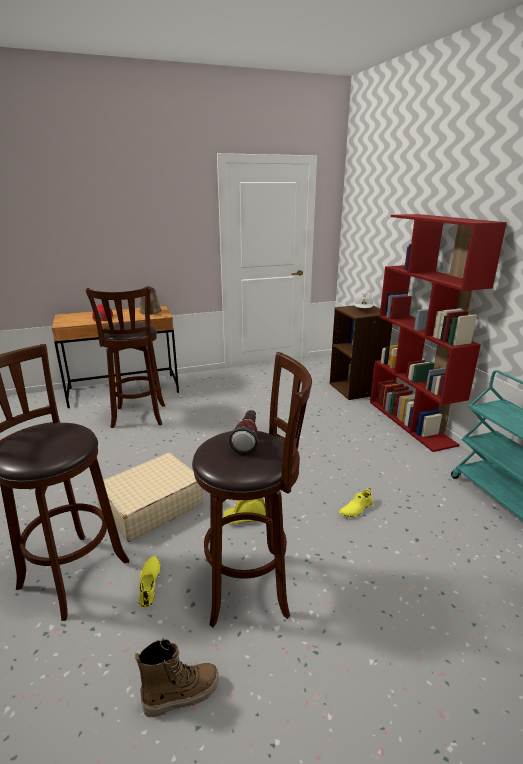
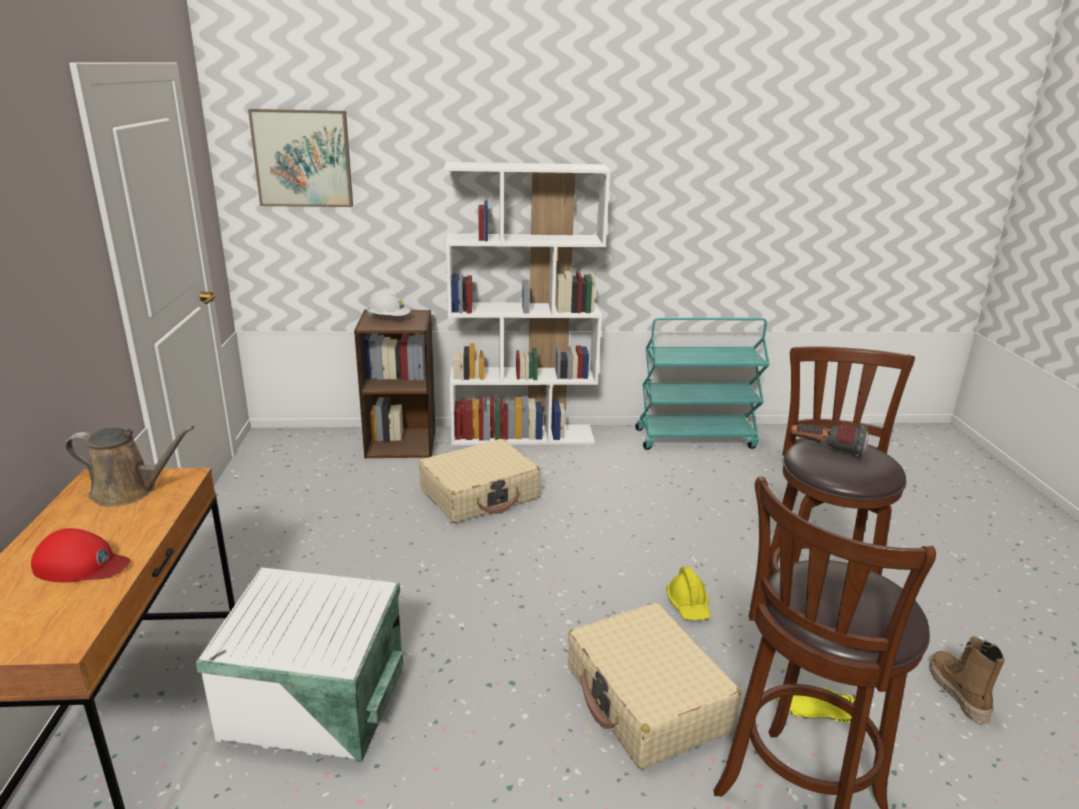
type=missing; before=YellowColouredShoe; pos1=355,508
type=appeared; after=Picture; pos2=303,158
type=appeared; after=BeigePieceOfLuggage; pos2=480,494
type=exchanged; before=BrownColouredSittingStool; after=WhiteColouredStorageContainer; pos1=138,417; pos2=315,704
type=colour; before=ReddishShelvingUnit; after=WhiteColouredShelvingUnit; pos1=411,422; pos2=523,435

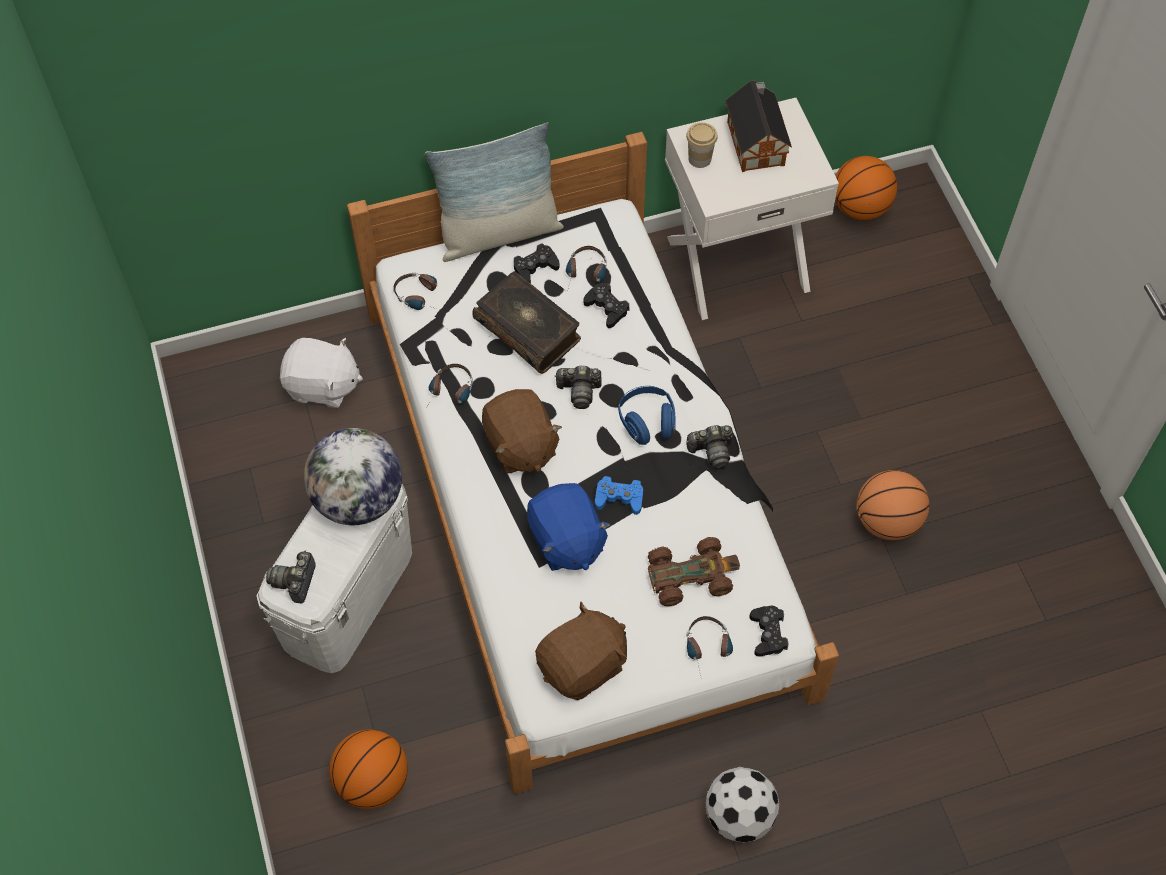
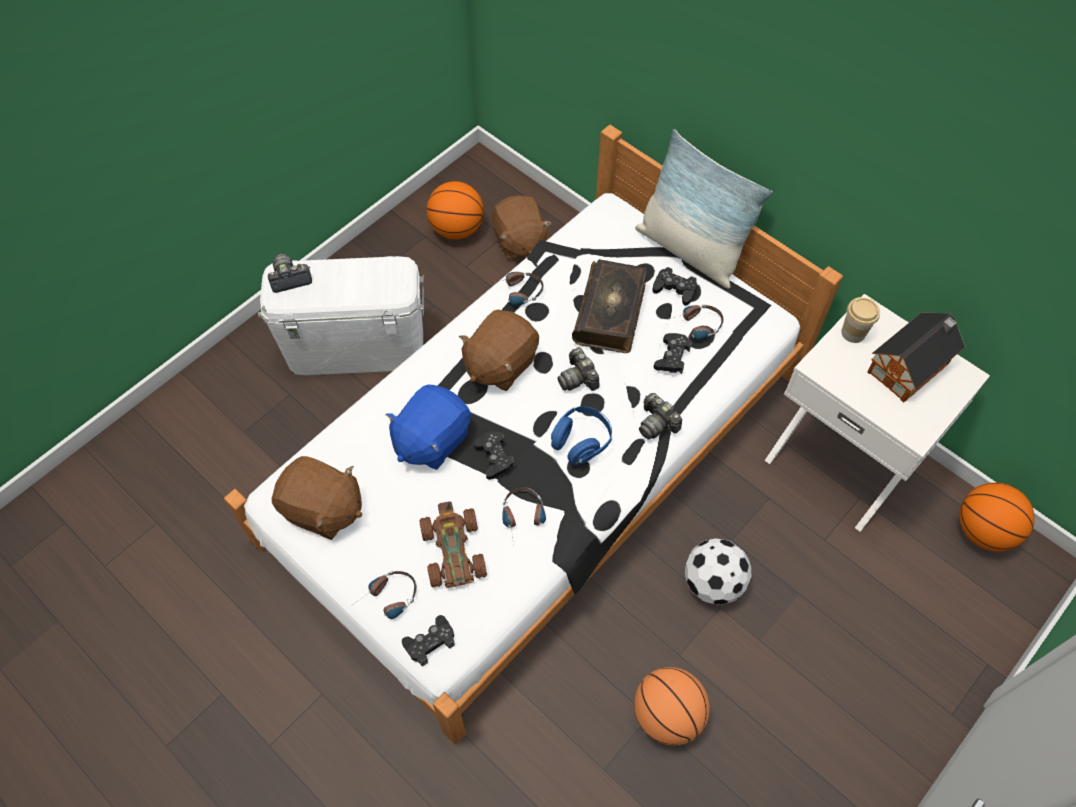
type=missing; before=Globe; pos1=359,500
type=relocated; before=BasketballBall; pos1=372,781; pos2=457,229
type=relocated; before=Headset; pos1=422,296; pos2=524,519
type=relocated; before=StillCamera; pos1=711,451; pos2=657,423
type=relocated; before=BallForFootball; pos1=738,816; pos2=712,582
type=colour; before=WhiteColouredCuddlyToy; after=BrownColouredCuddlyToy; pos1=322,386; pos2=519,241
type=colour; before=BlueColouredGameController; after=BlackGameController; pos1=619,498; pos2=494,457
type=spun; before=BrownColouredToyCar; pos1=691,576; pos2=452,550; turn=-150

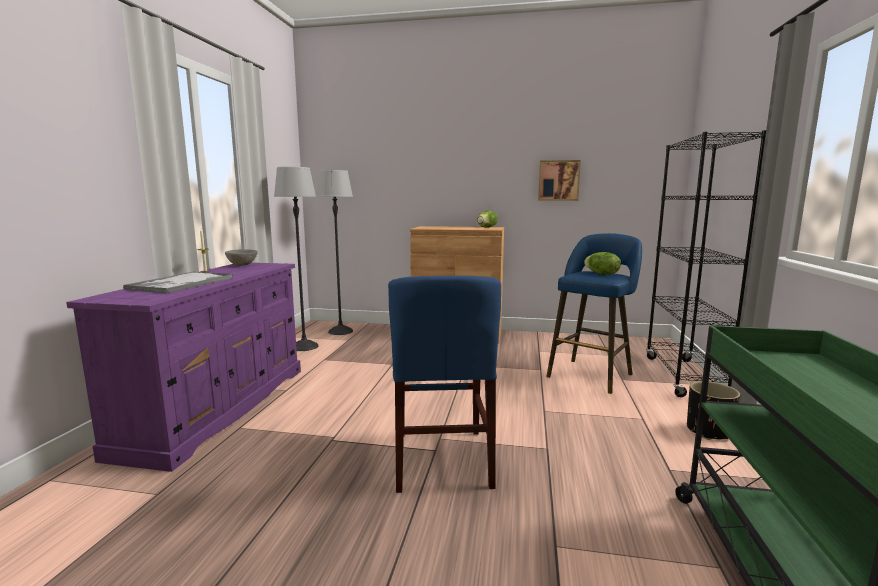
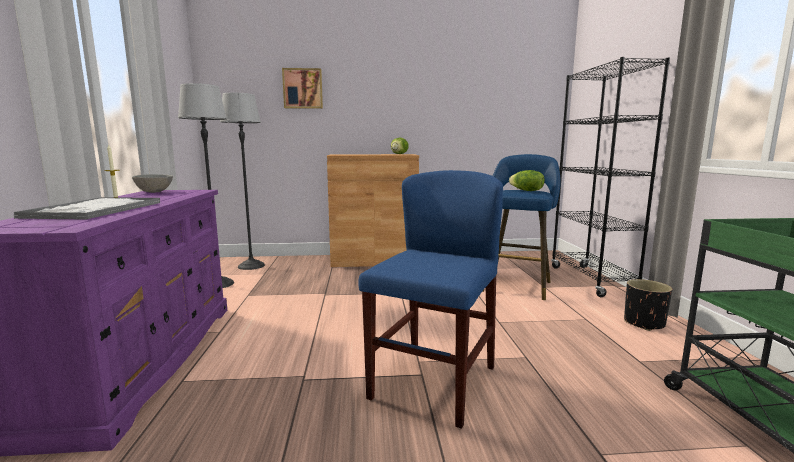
type=relocated; before=Picture; pos1=558,180; pos2=303,88
type=spun; before=BlueColouredChair; pos1=442,458; pos2=433,382; turn=-135

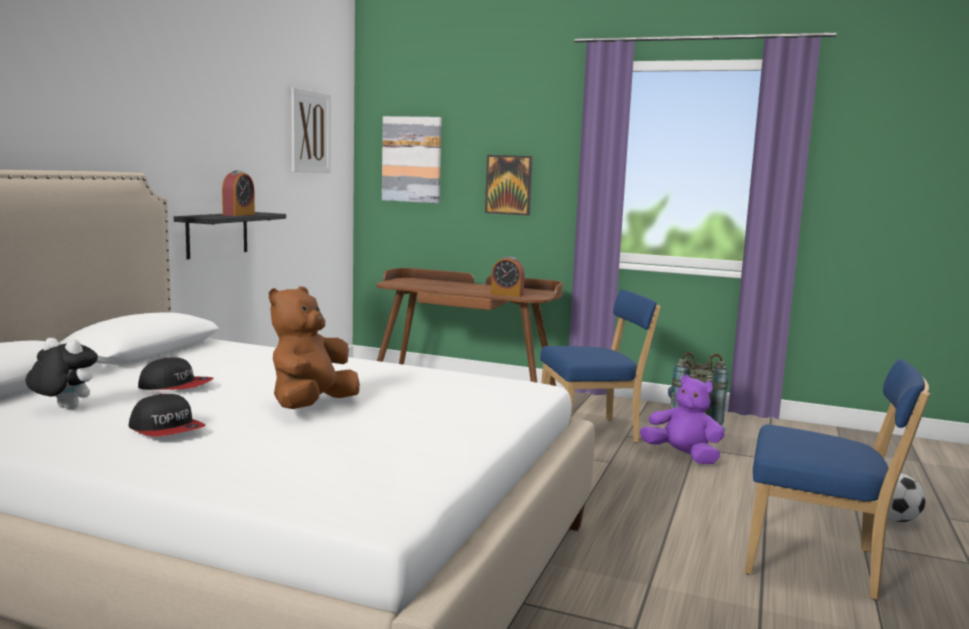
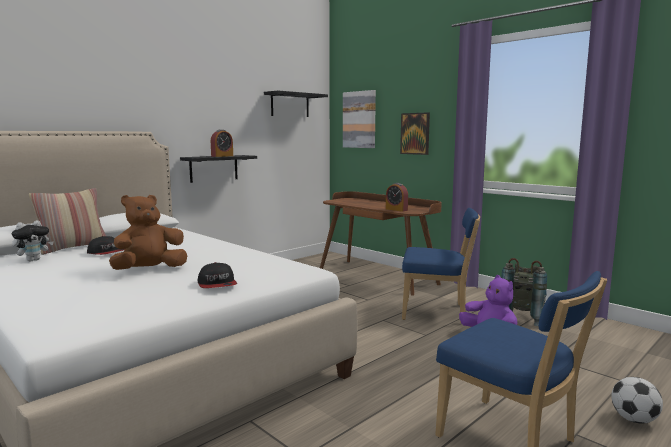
type=appeared; after=ThrowPillow; pos2=73,248
type=relocated; before=PeakedCap; pos1=167,429; pos2=217,284
type=exchanged; before=Picture; after=BlackShelf; pos1=310,132; pos2=290,105
type=spun; before=CuddlyToy; pos1=63,409; pos2=34,260; turn=90

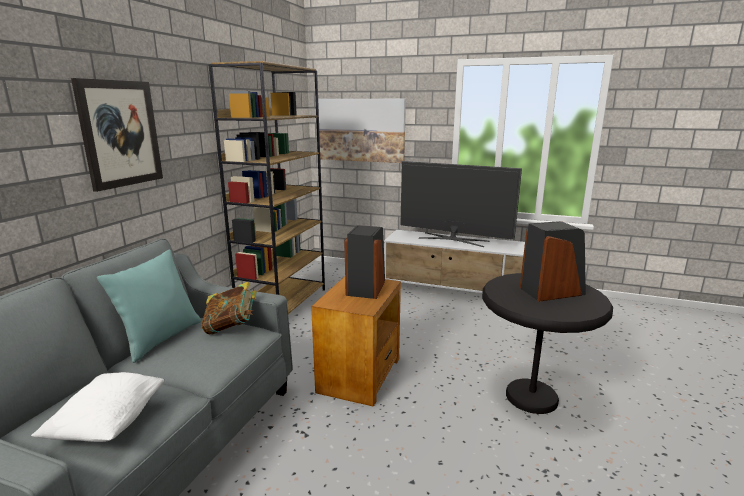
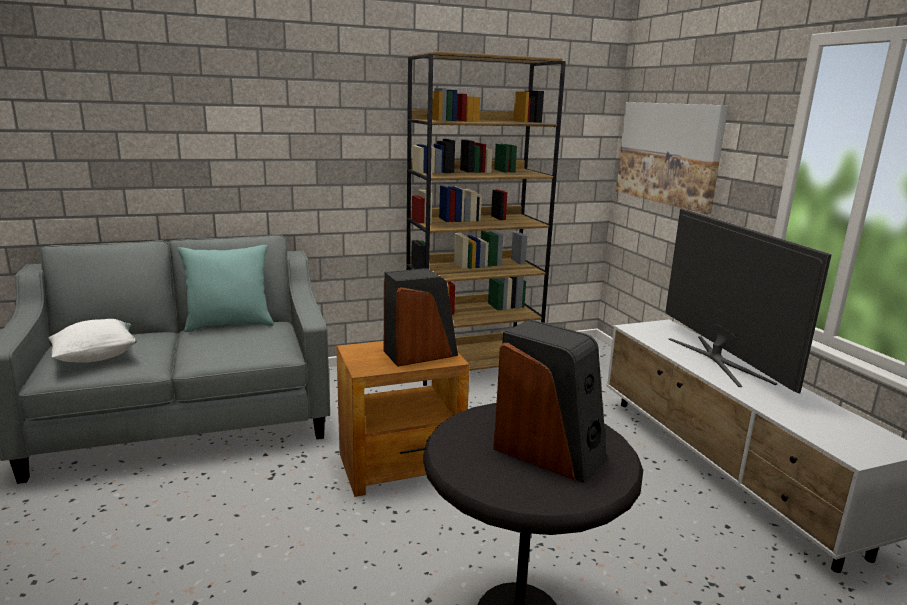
type=missing; before=Picture; pos1=120,134
type=missing; before=Book; pos1=231,327

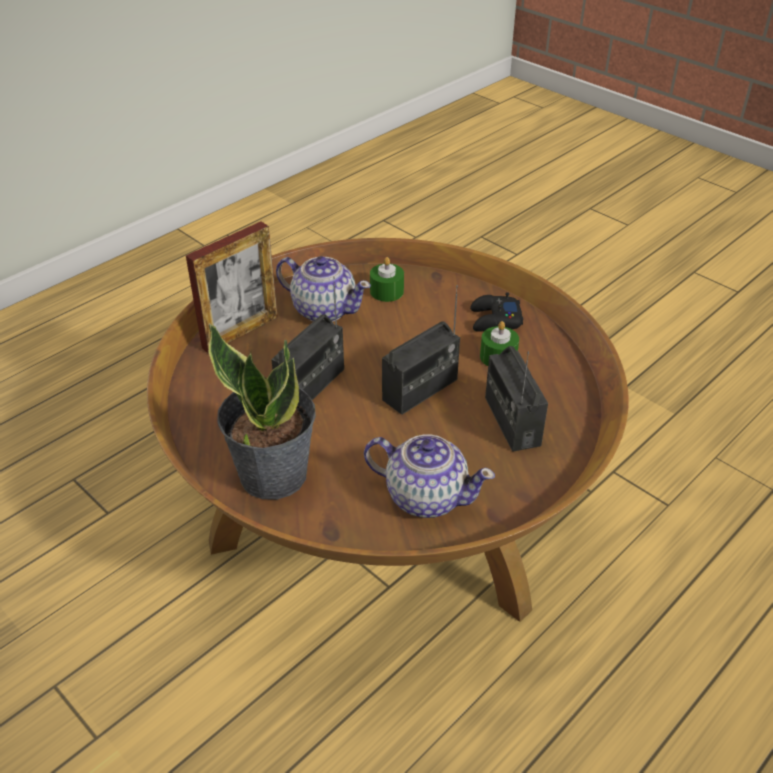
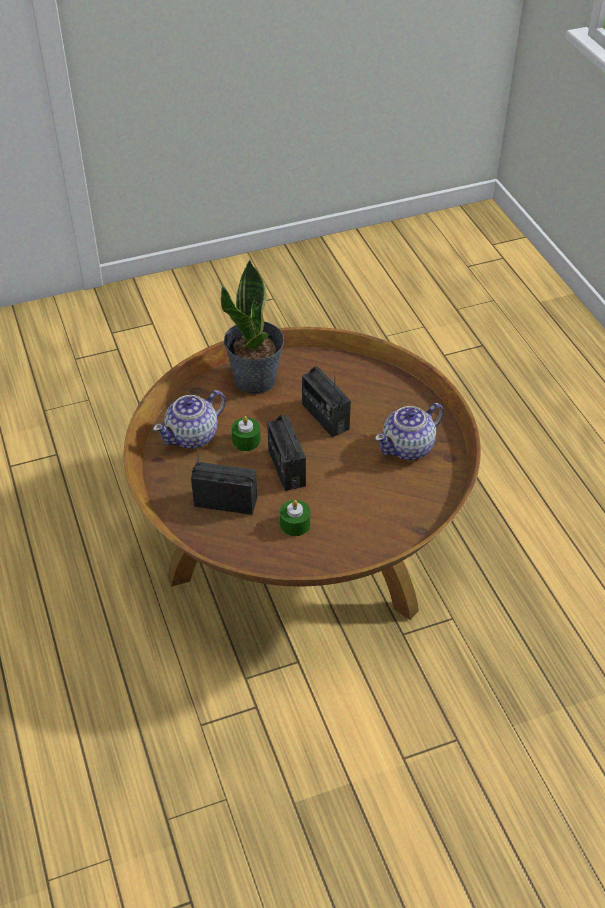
type=missing; before=PictureFrame; pos1=240,332
type=missing; before=BlackGameController; pos1=495,320
type=relocated; before=GreenishWaxCandle; pos1=387,291; pos2=246,440

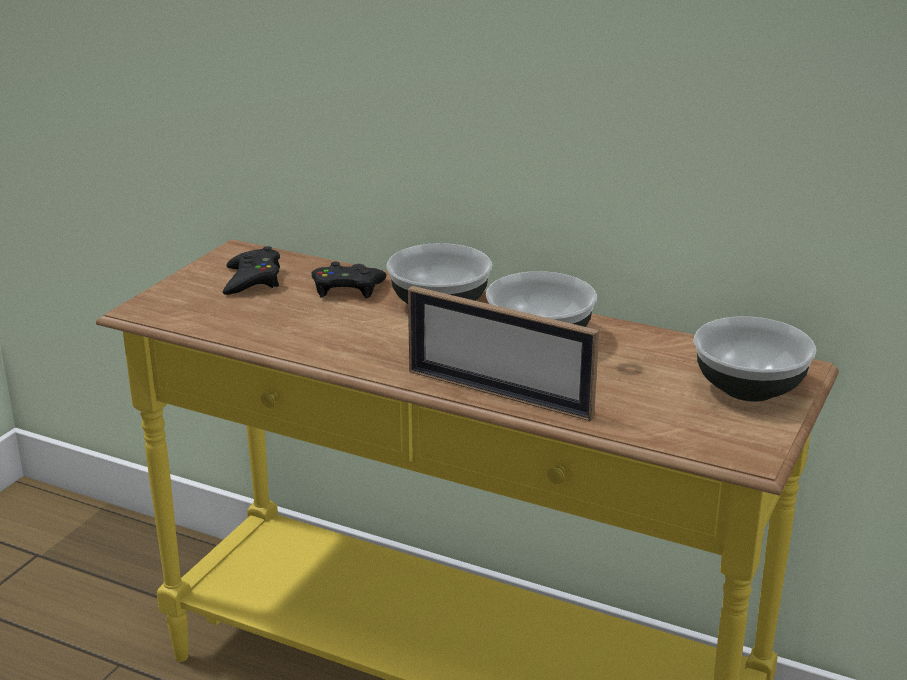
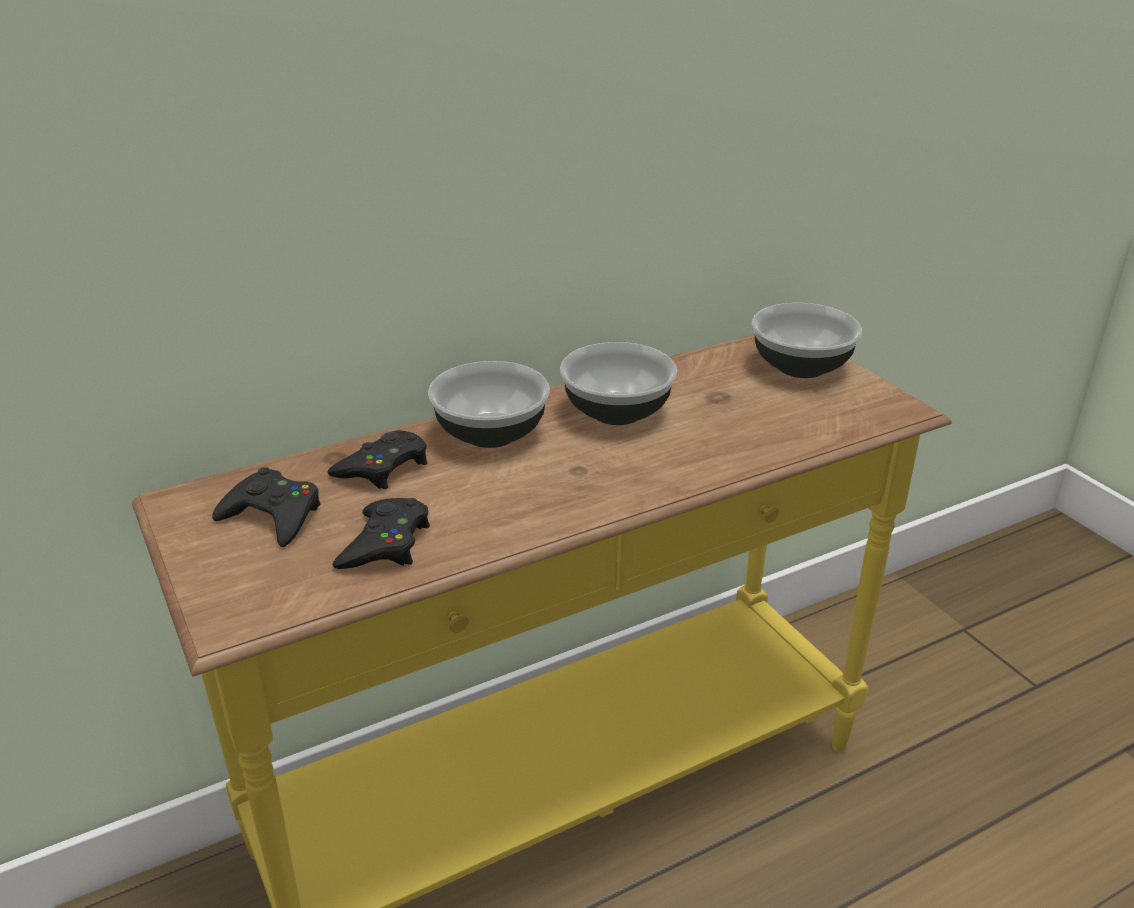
type=missing; before=PictureFrame; pos1=498,394
type=appeared; after=BlackGameController; pos2=385,543

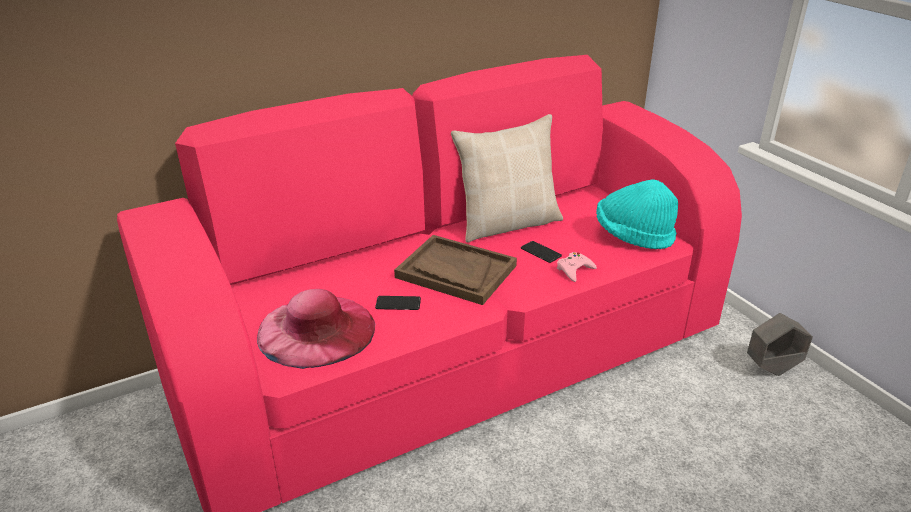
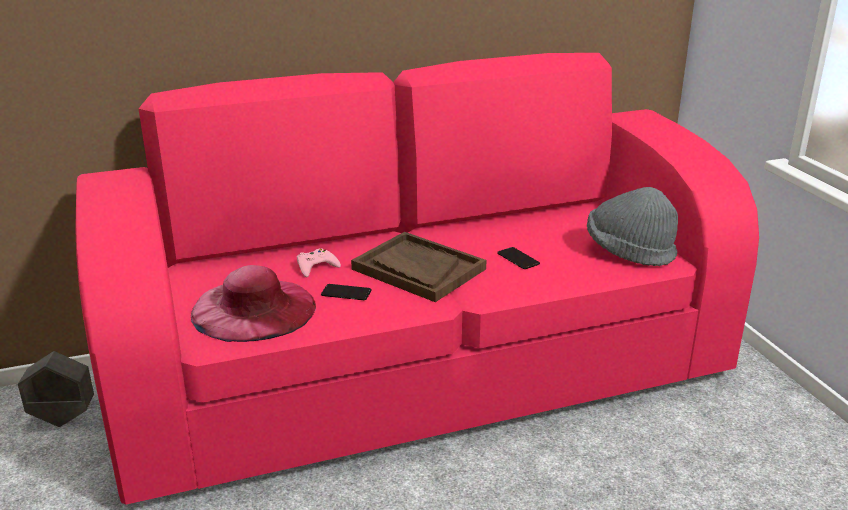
type=missing; before=BeigeThrowPillow; pos1=507,223
type=relocated; before=PinkColouredGameController; pos1=574,270; pos2=316,267
type=relocated; before=GreyFlowerPot; pos1=772,368; pos2=63,418
type=colour; before=TurquoiseHat; after=GreyHat; pos1=633,236; pos2=629,252

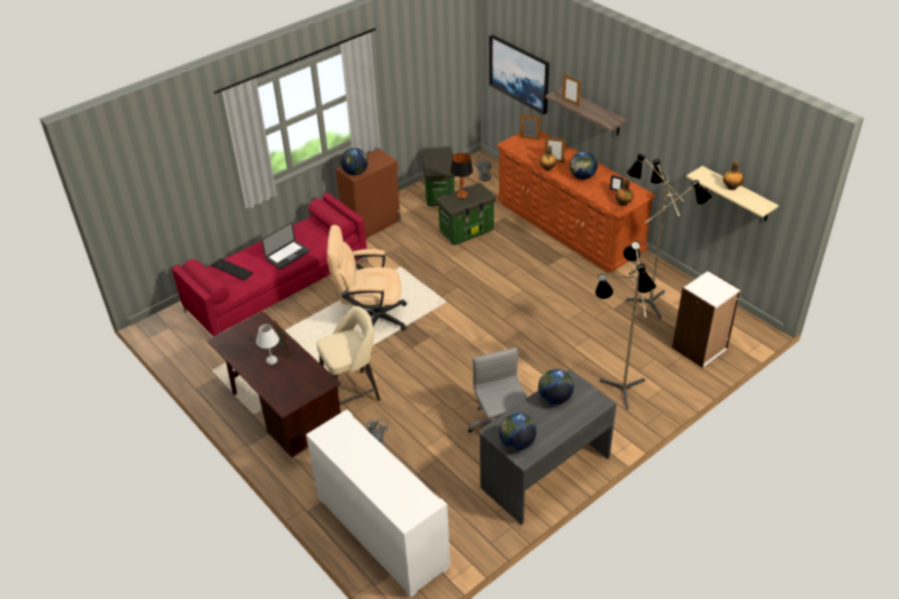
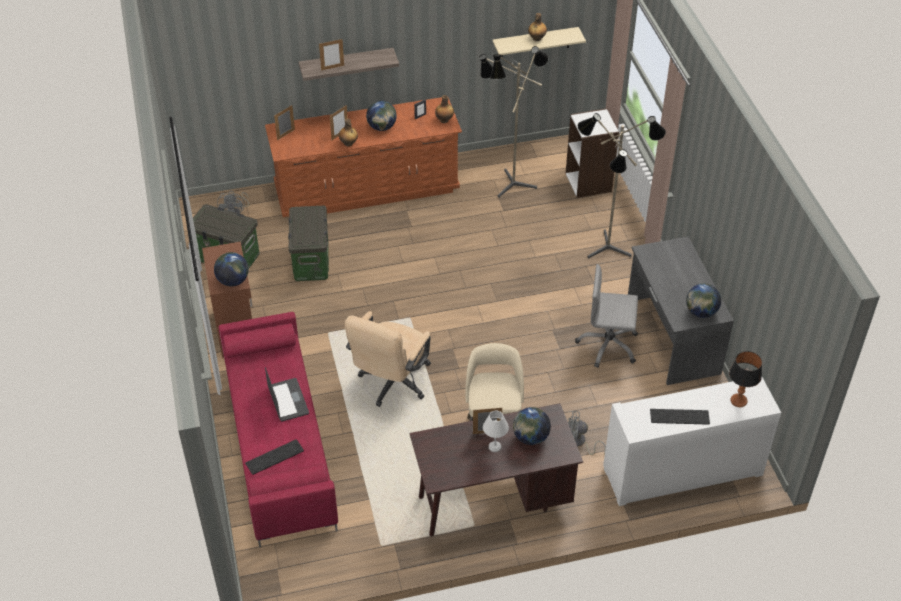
type=missing; before=Picture; pos1=519,73
type=appeared; after=ComputerKeyboard; pos2=679,417
type=relocated; before=TabletopLamp; pos1=462,194; pos2=738,400
type=relocated; before=Globe; pos1=555,398; pos2=530,437

